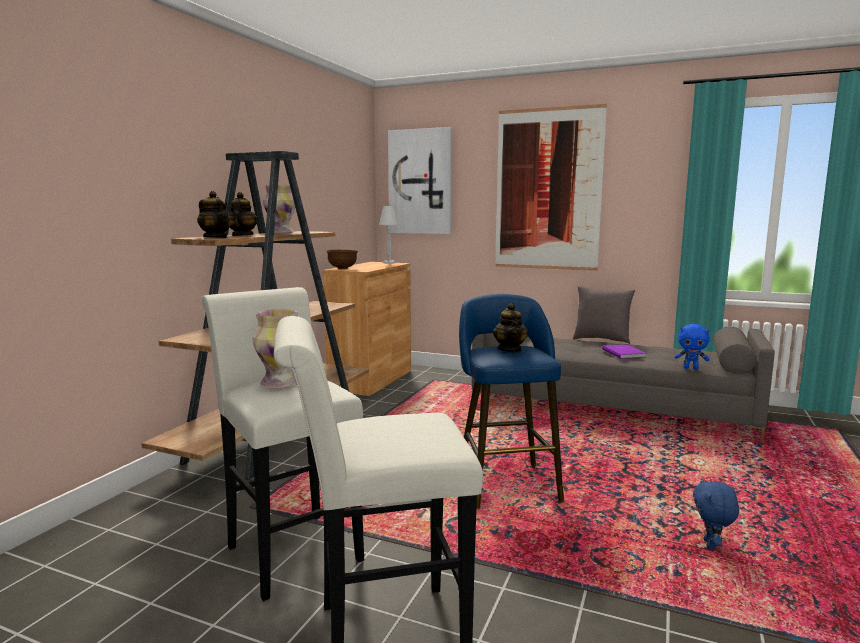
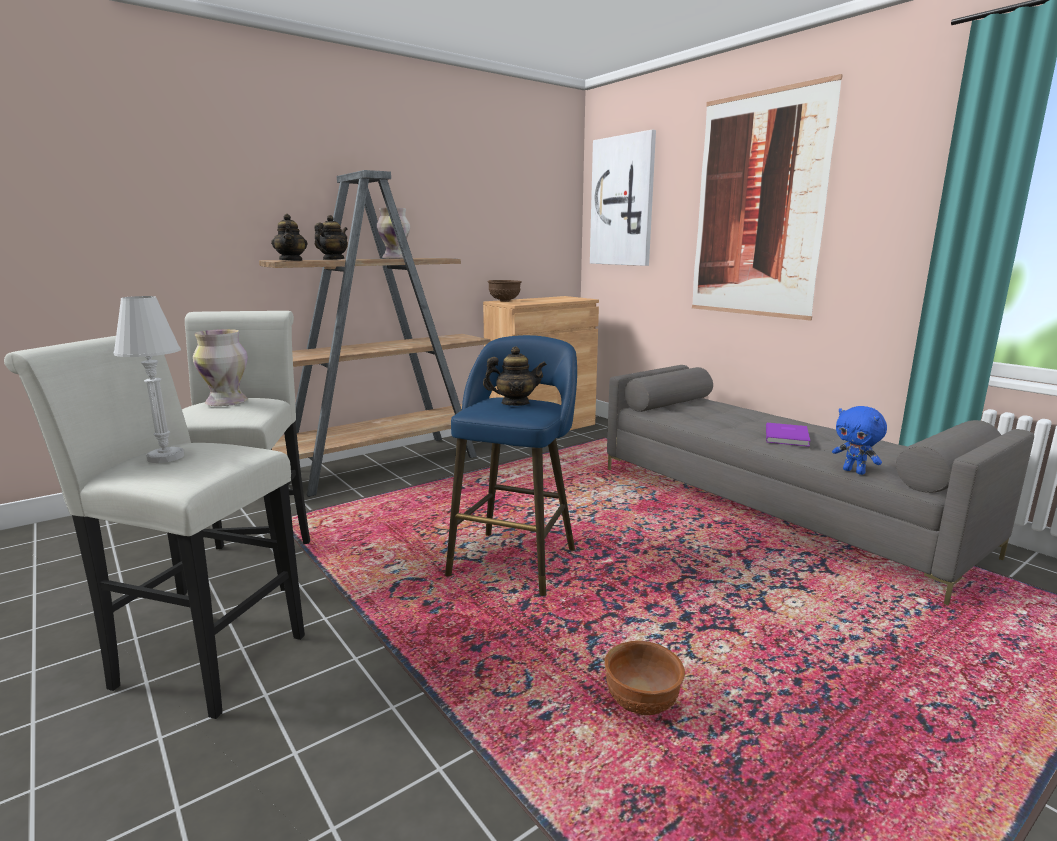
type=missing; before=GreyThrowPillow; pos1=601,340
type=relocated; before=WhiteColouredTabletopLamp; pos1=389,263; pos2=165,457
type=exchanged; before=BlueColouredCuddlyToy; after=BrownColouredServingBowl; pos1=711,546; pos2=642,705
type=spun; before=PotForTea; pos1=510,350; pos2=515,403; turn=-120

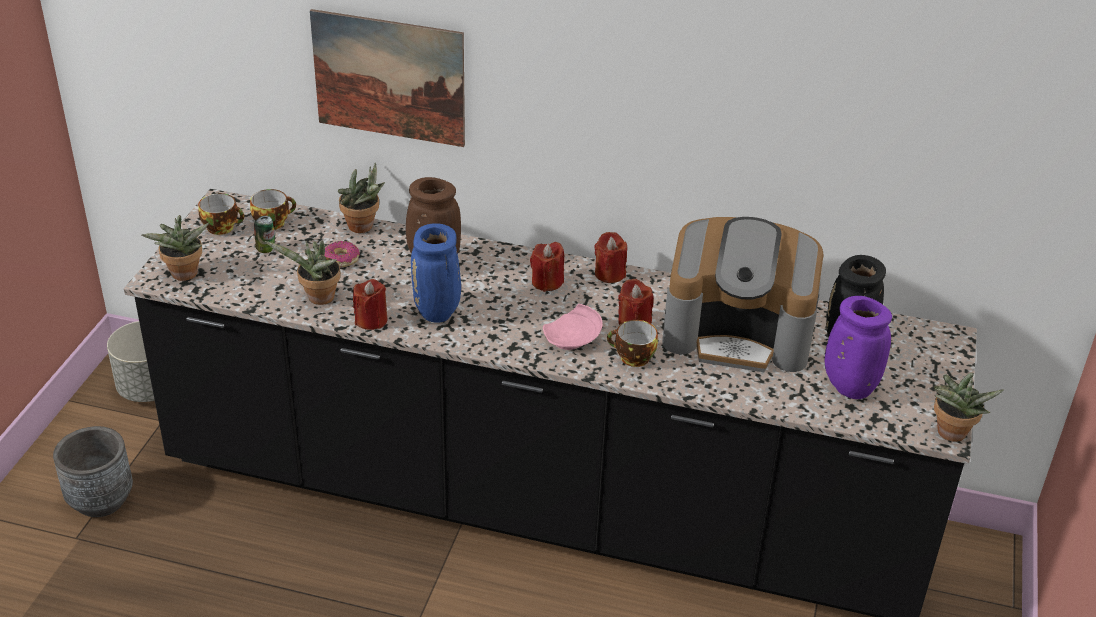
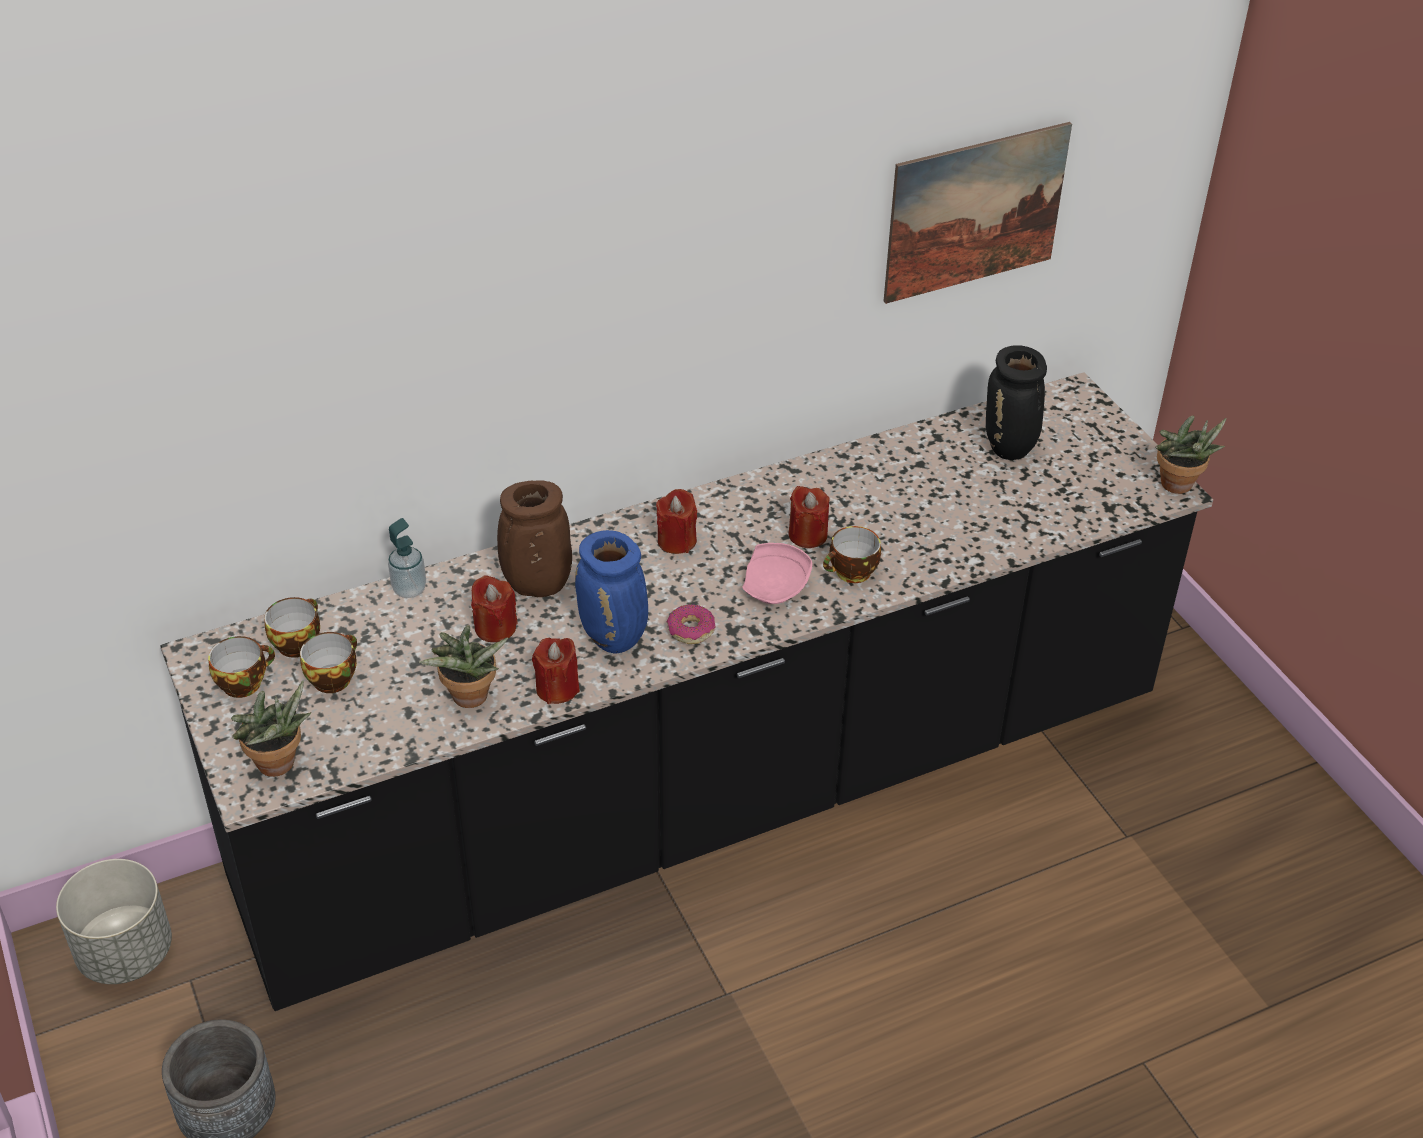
type=missing; before=CoffeeBrewer; pos1=738,333
type=missing; before=PurpleVase; pos1=847,387
type=relocated; before=Picture; pos1=389,78; pos2=975,212
type=relocated; before=Donut; pos1=341,259; pos2=690,630
type=relocated; before=ReddishWaxCandle; pos1=609,274; pos2=495,628
type=exchanged; before=SealedCan; after=Cup; pos1=266,249; pos2=333,677
type=exchanged; before=Houseplant; after=LiquidSoapBottle; pos1=364,227; pos2=409,589

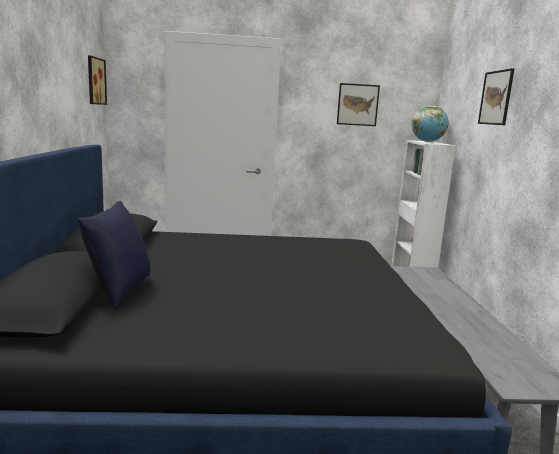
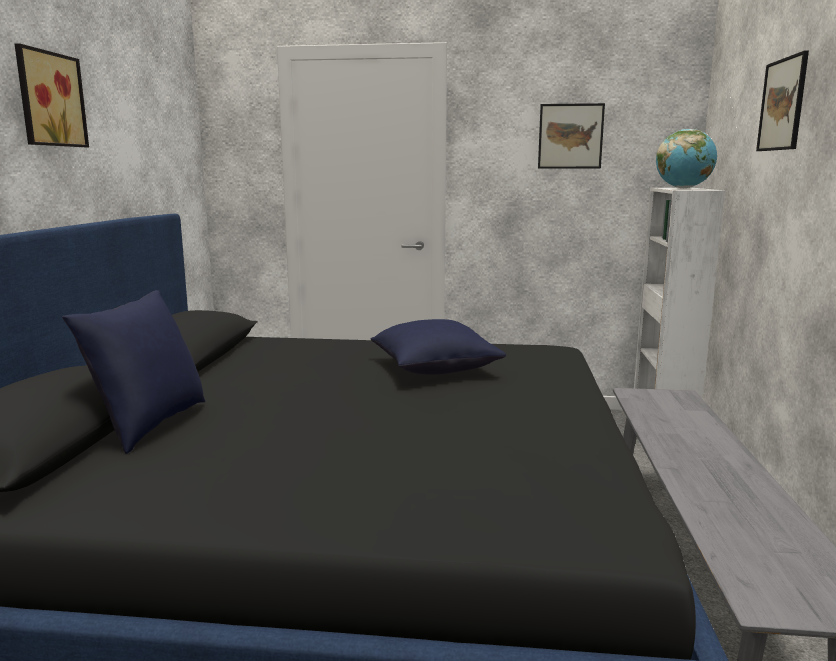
type=appeared; after=BlueColouredThrowPillow; pos2=434,368
type=relocated; before=Picture; pos1=94,81; pos2=48,99

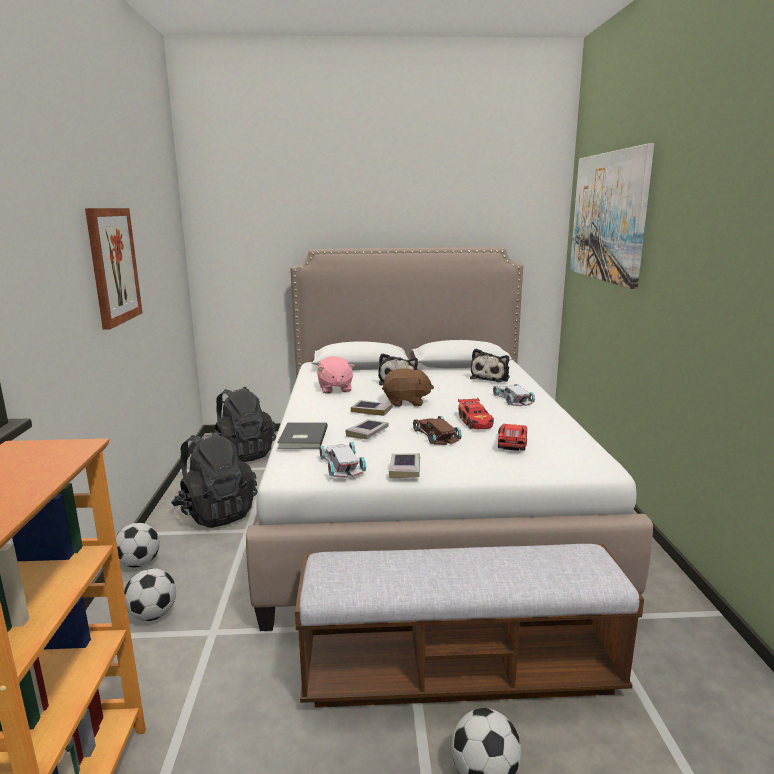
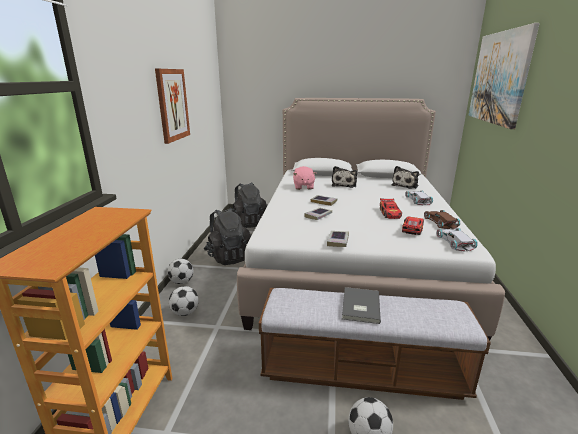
type=missing; before=BrownColouredCuddlyToy; pos1=406,402
type=relocated; before=GreyBook; pos1=301,438; pos2=359,307
type=relocated; before=WhiteColouredToyCar; pos1=342,464; pos2=455,242
type=relocated; before=BrownColouredToyCar; pos1=436,434; pos2=441,222

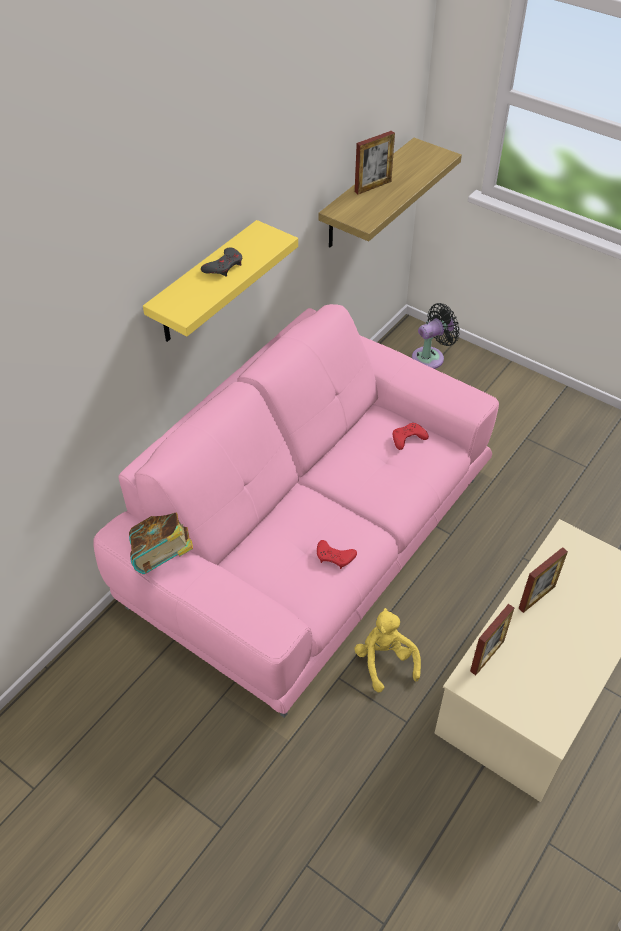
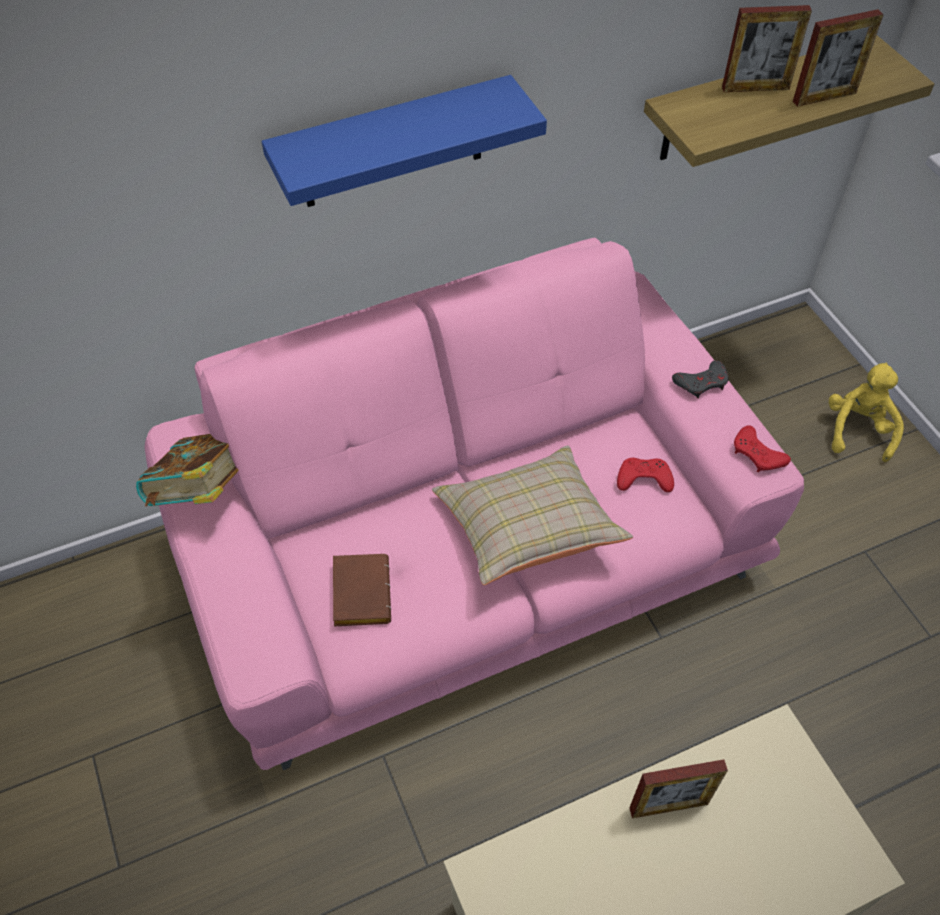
type=missing; before=BlackFan; pos1=431,357
type=appeared; after=BrownColouredBook; pos2=359,592
type=appeared; after=BeigeThrowPillow; pos2=527,529
type=relocated; before=GreyGameController; pos1=224,266; pos2=702,382
type=relocated; before=ReddishGameController; pos1=335,556; pos2=757,454
type=relocated; before=YellowColouredCuddlyToy; pos1=385,661; pos2=858,429
type=relocated; before=PictureFrame; pos1=487,656; pos2=824,97
type=colour; before=YellowColouredShelf; after=BlueColouredShelf; pos1=204,284; pos2=392,144

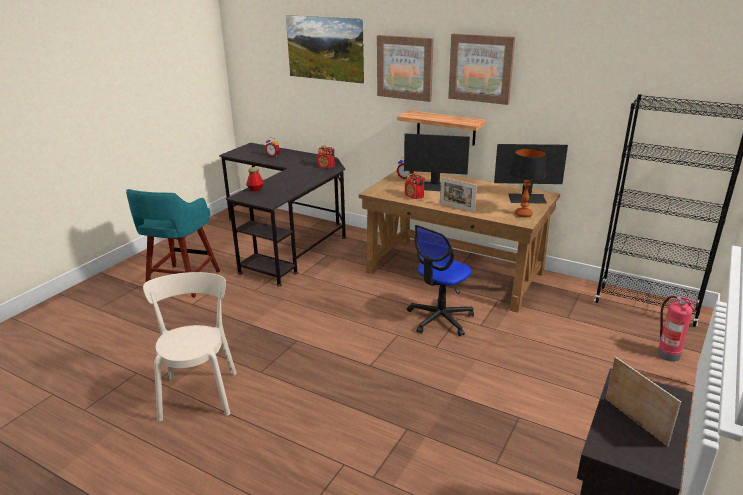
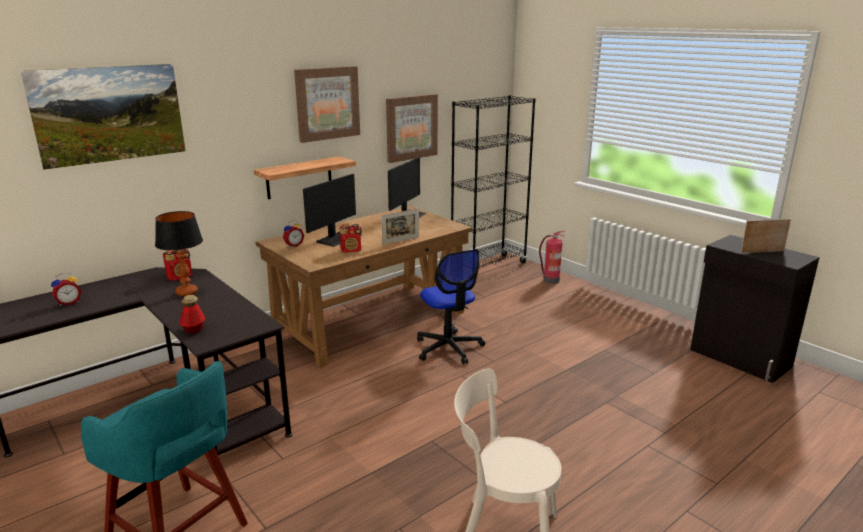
type=relocated; before=Picture; pos1=405,67; pos2=411,127
type=relocated; before=TabletopLamp; pos1=523,214; pos2=186,292

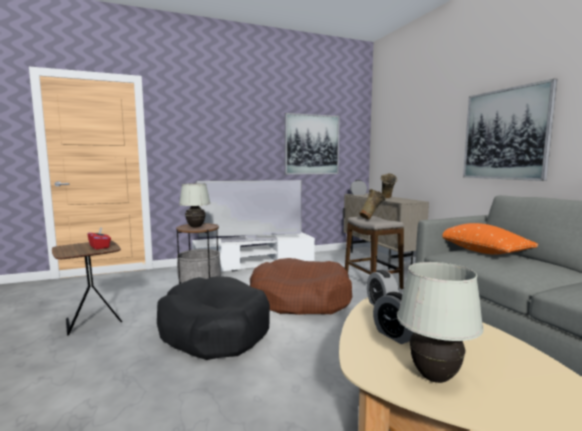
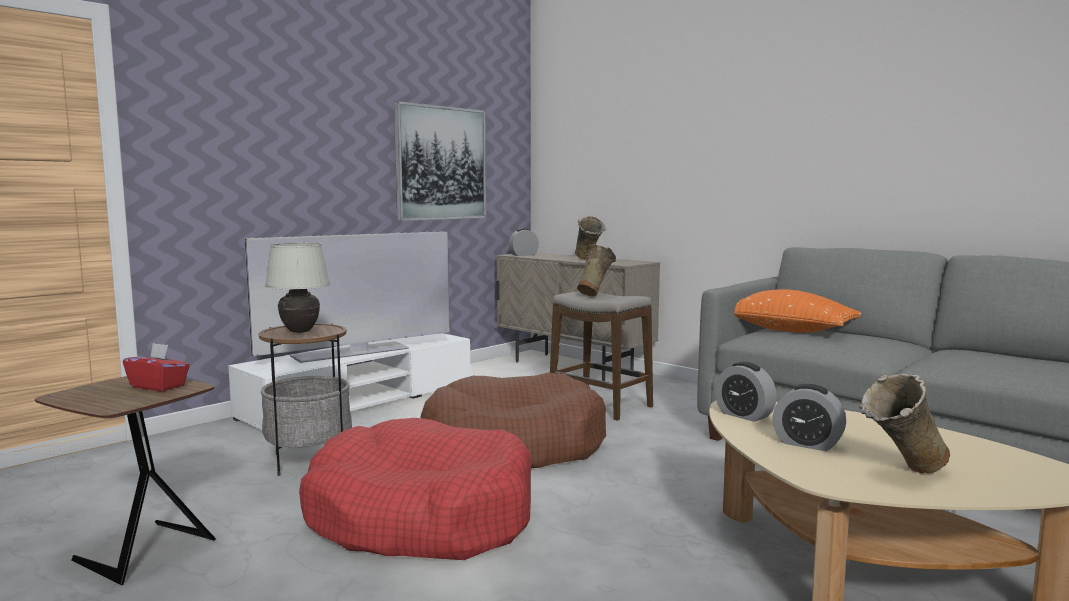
type=missing; before=Picture; pos1=505,134
type=exchanged; before=WhiteColouredTabletopLamp; after=BeigeVase; pos1=435,377; pos2=901,474
type=colour; before=BlackDogBed; after=ReddishDogBed; pos1=213,330; pos2=420,517

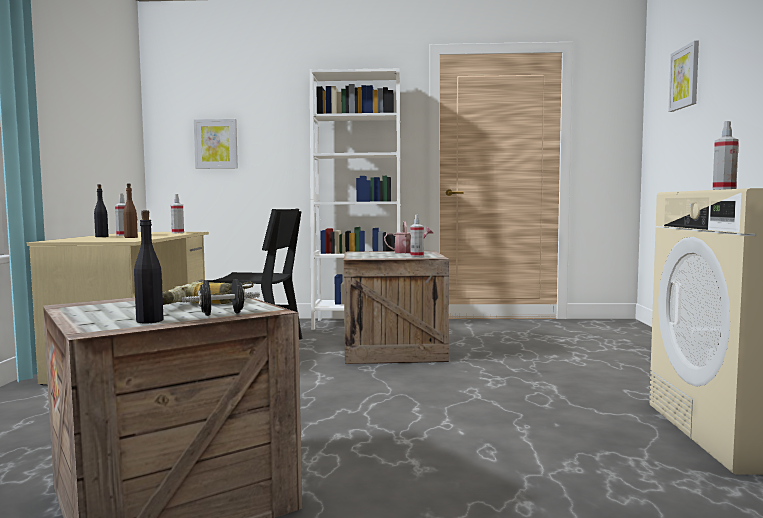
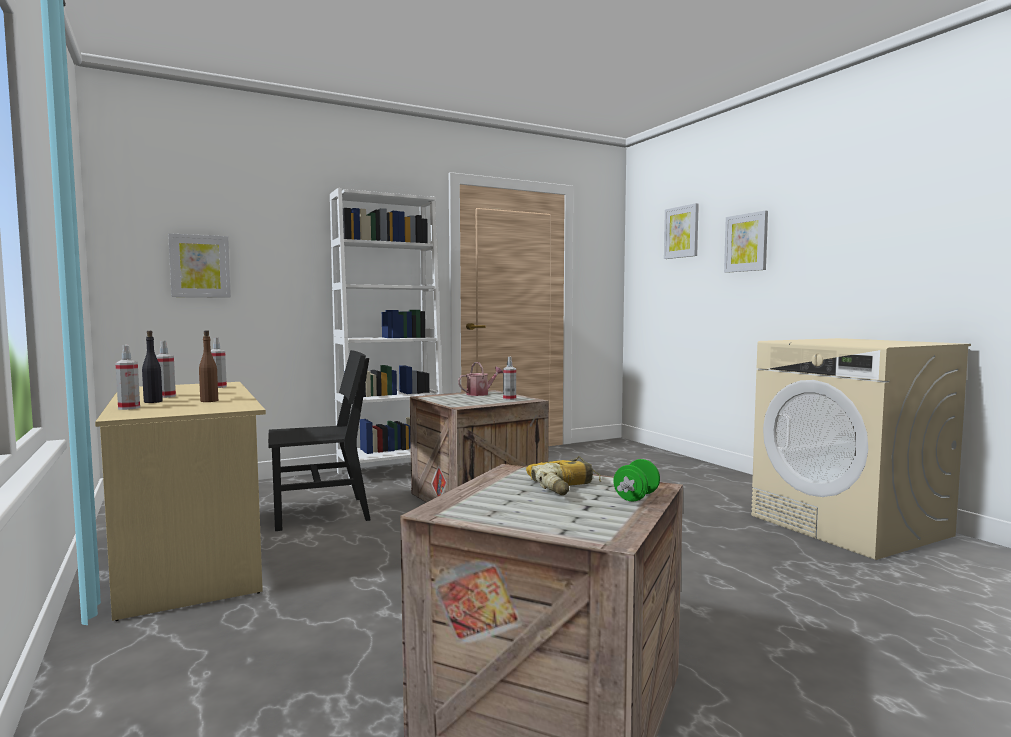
type=missing; before=BlackBottle; pos1=150,321
type=appeared; after=Picture; pos2=746,242
type=relocated; before=HandSprayer; pos1=724,189; pos2=129,408
type=colour; before=BlackDumbbell; after=GreenishDumbbell; pos1=222,314; pos2=636,497

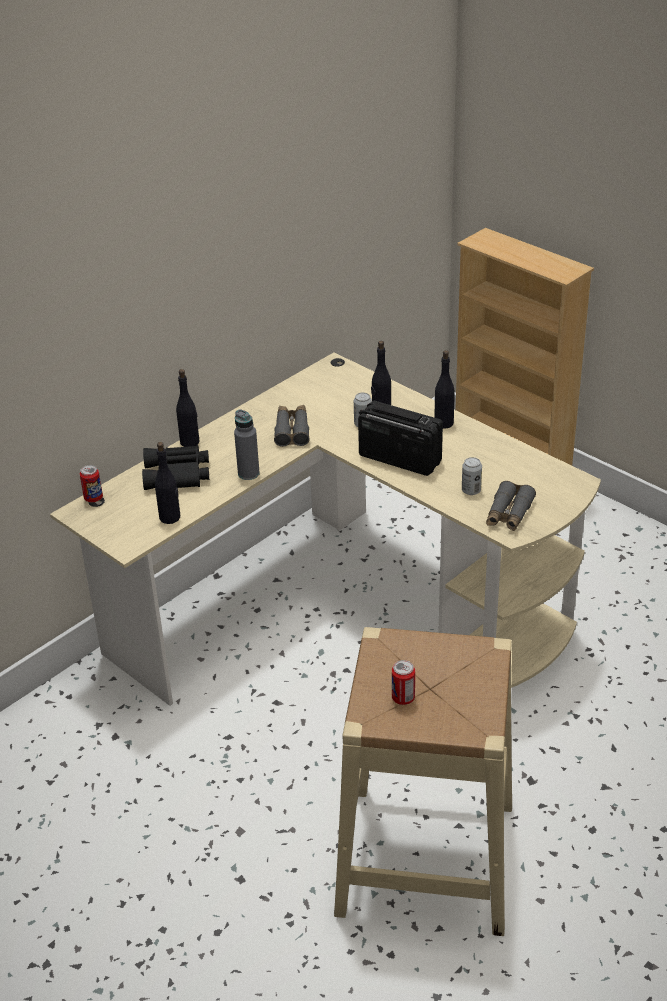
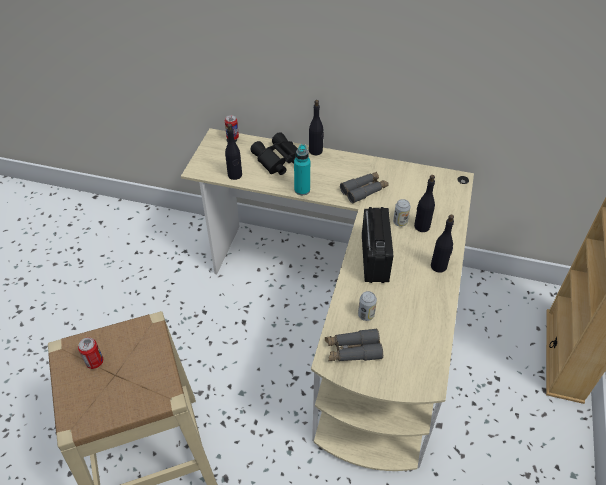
type=colour; before=GreyBottle; after=TurquoiseBottle; pos1=248,473; pos2=302,190

